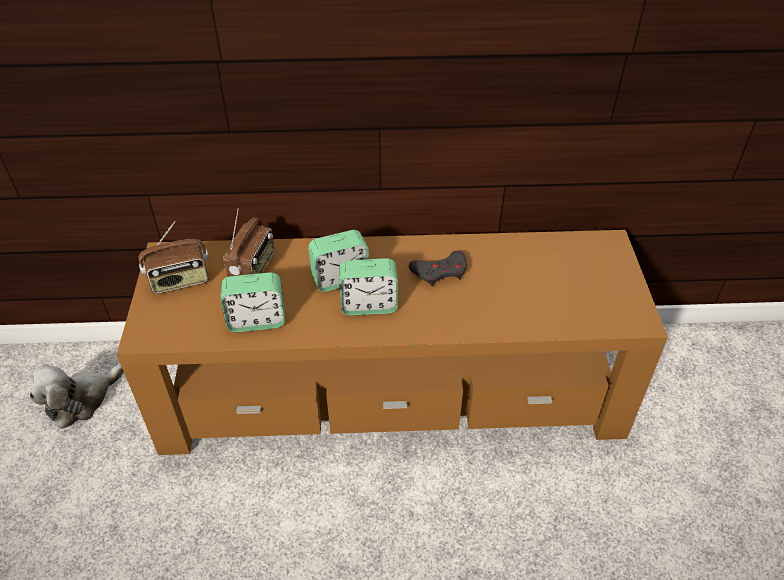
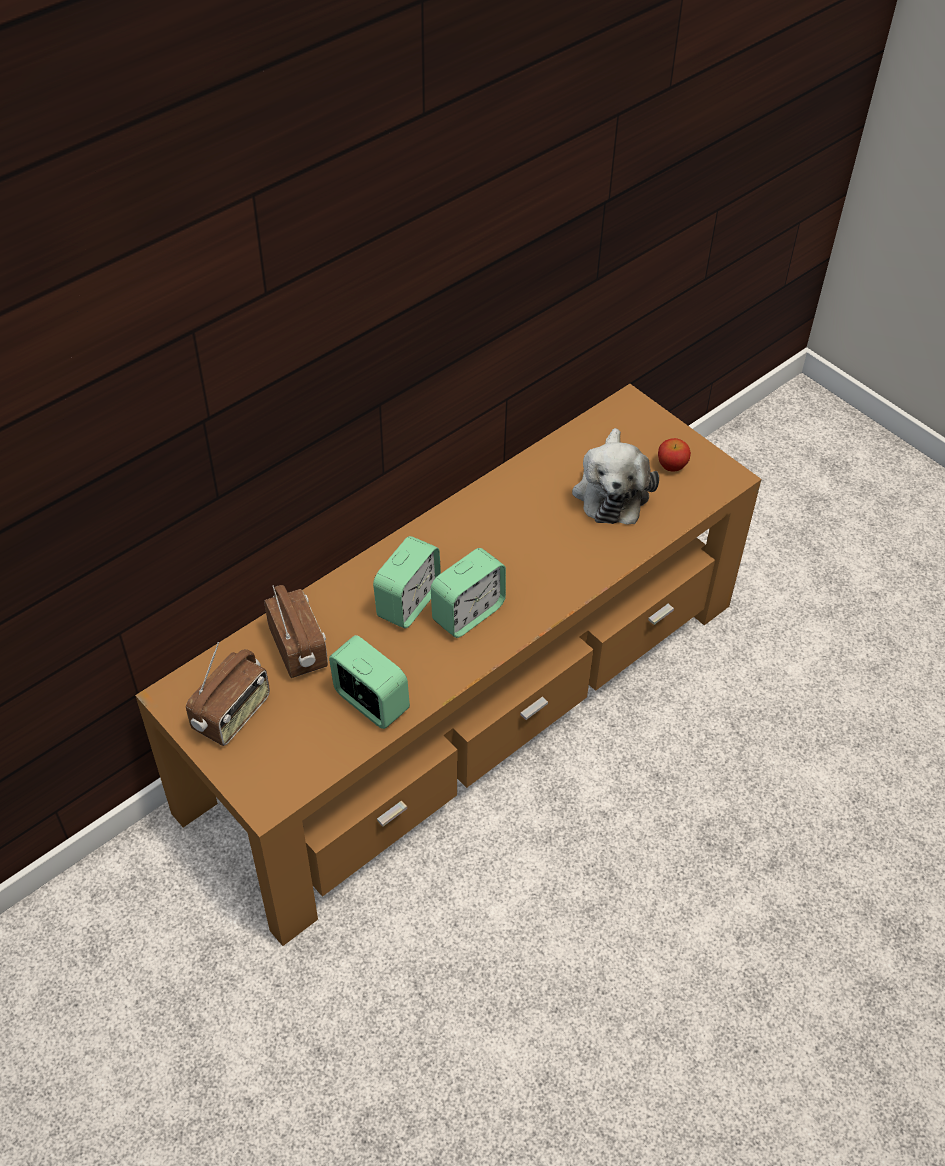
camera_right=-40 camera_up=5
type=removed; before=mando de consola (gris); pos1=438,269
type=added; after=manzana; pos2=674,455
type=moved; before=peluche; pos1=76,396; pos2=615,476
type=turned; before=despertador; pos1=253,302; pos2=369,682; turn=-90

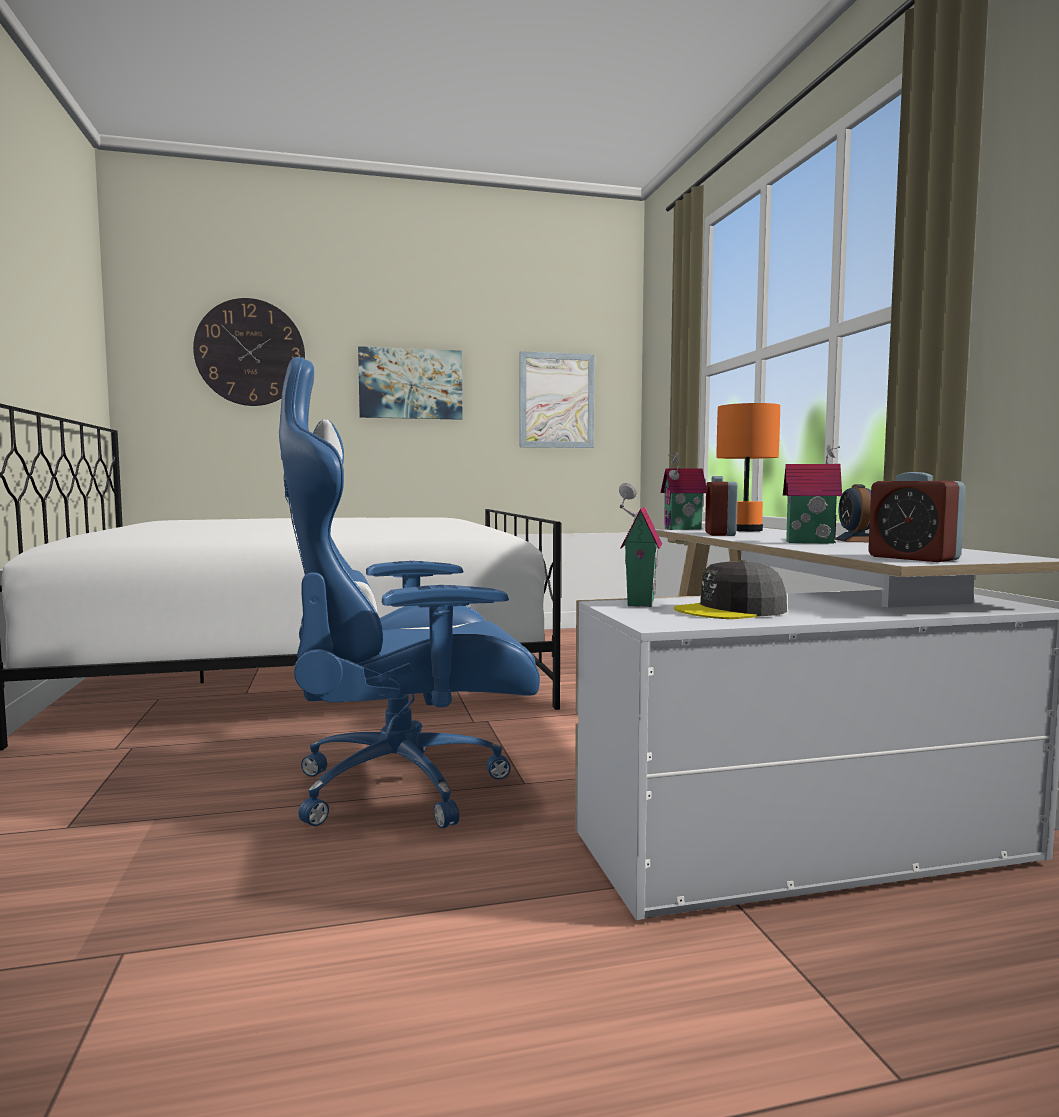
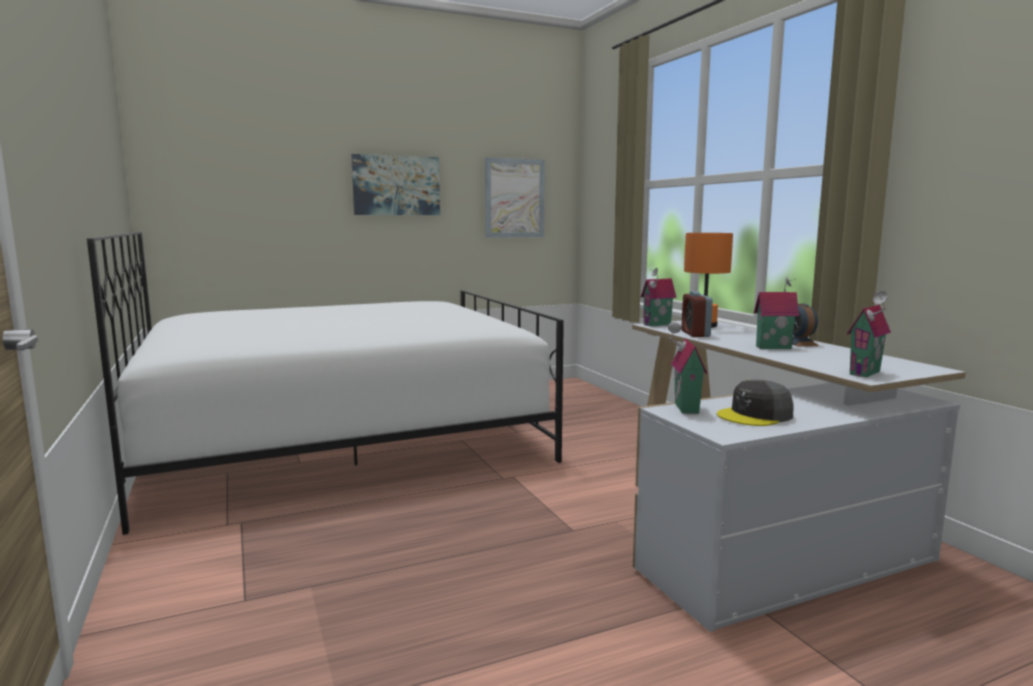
camera_right=-10 camera_up=5
type=removed; before=reloj de pared; pos1=249,352
type=removed; before=silla de oficina (azul); pos1=409,592
type=replaced; before=despertador; after=casita; pos1=916,517; pos2=869,334

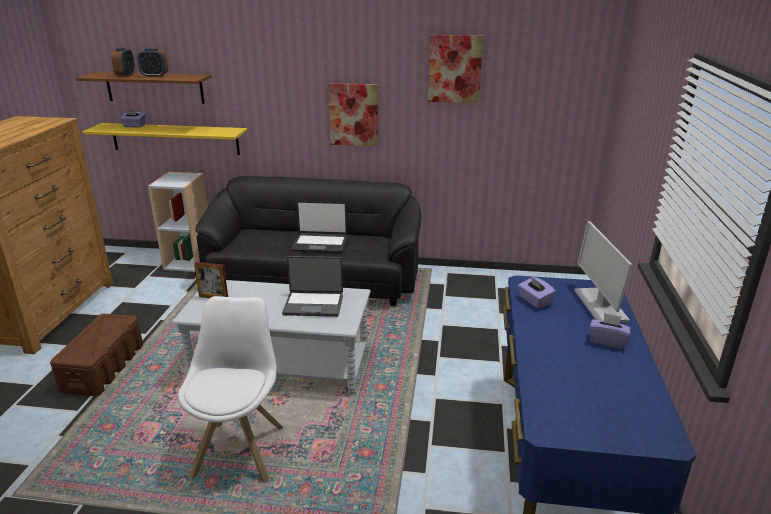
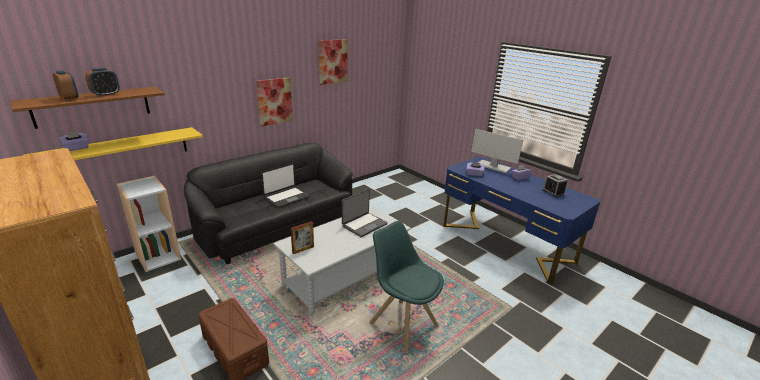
camera_right=-50 camera_up=0
type=added; after=despertador; pos2=555,185
type=recoloured; before=silla (blanco); after=silla (turquesa); pos1=231,389; pos2=406,287

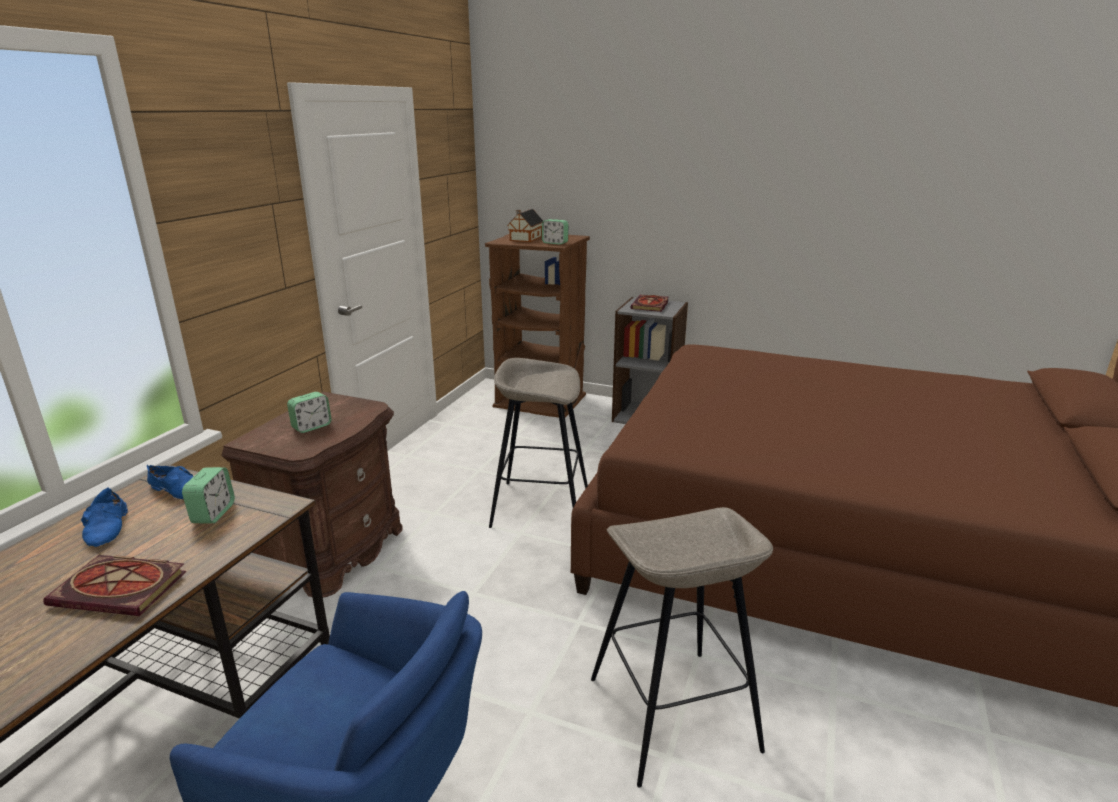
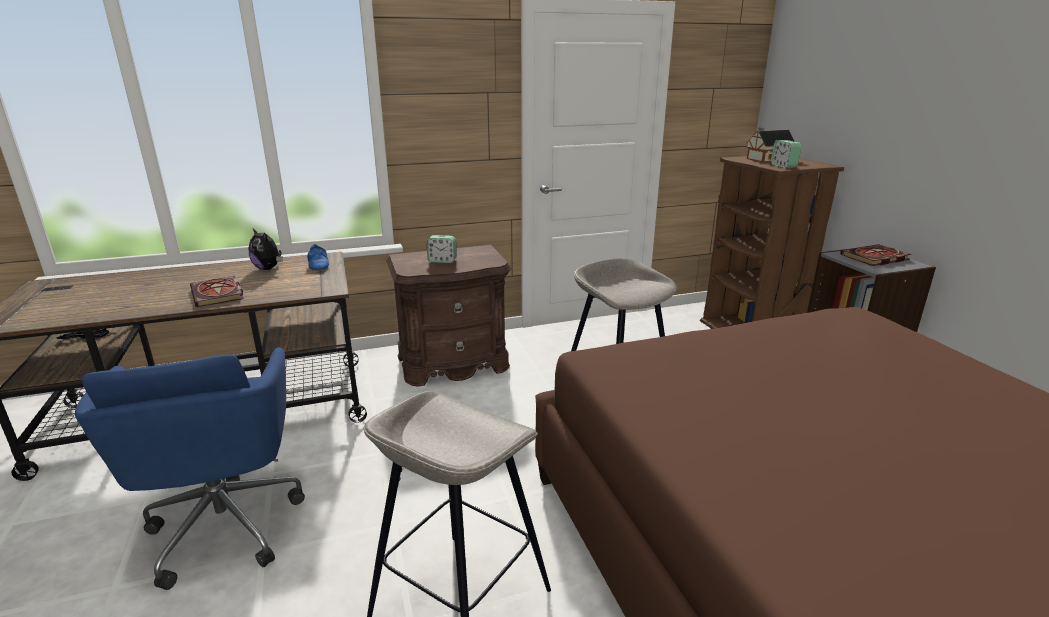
camera_right=50 camera_up=0
type=removed; before=despertador; pos1=208,495
type=replaced; before=zapato (azul); after=peluche; pos1=104,517; pos2=266,249

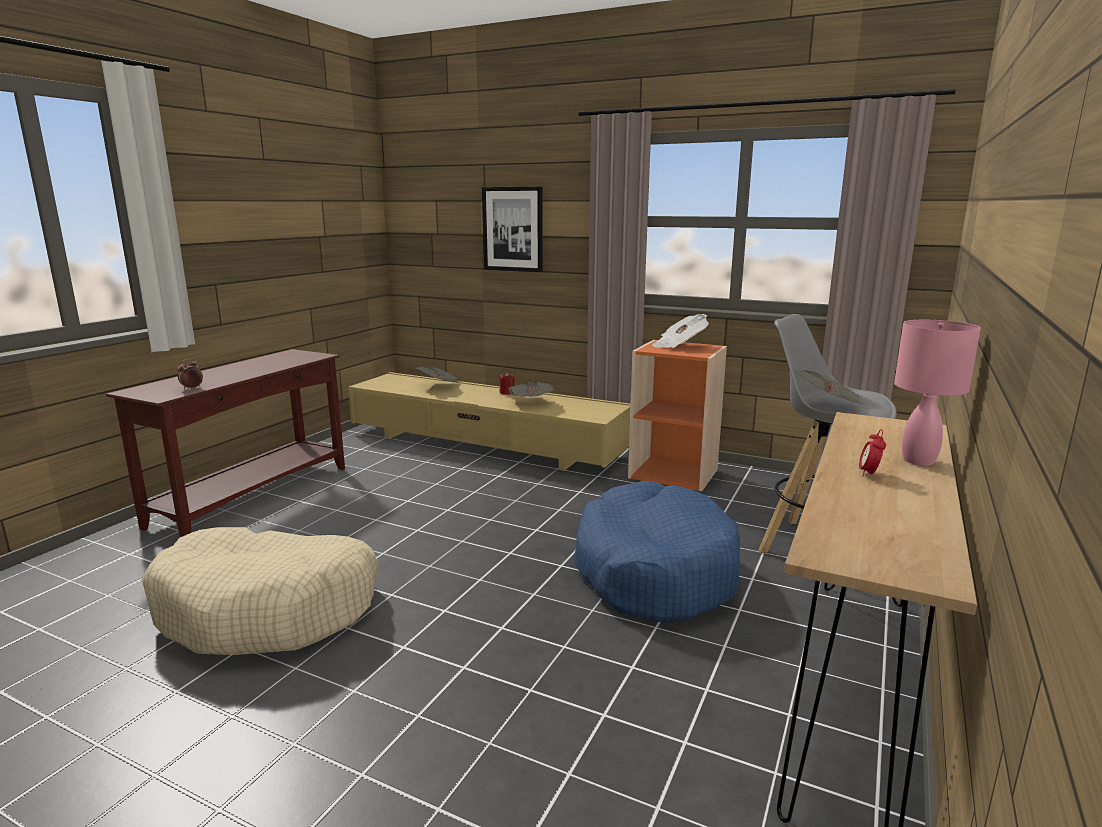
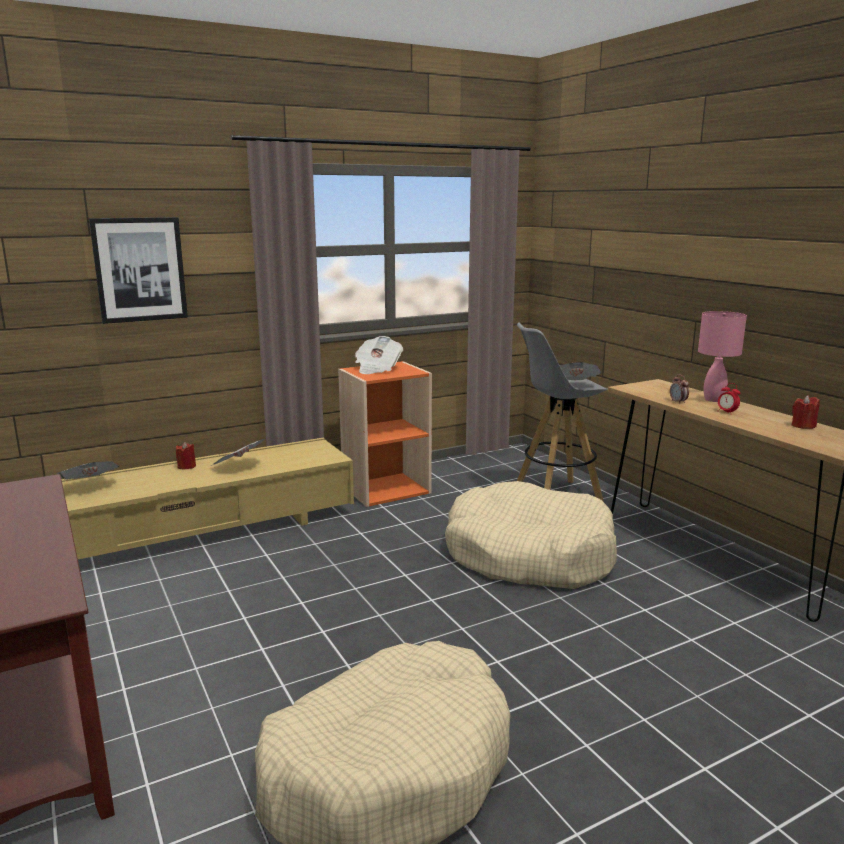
camera_right=-55 camera_up=0
type=added; after=vela (rojo); pos2=806,412
type=moved; before=despertador; pos1=190,374; pos2=679,388
type=recoloured; before=cama para perro (azul); after=cama para perro (beis); pos1=656,552; pos2=531,535

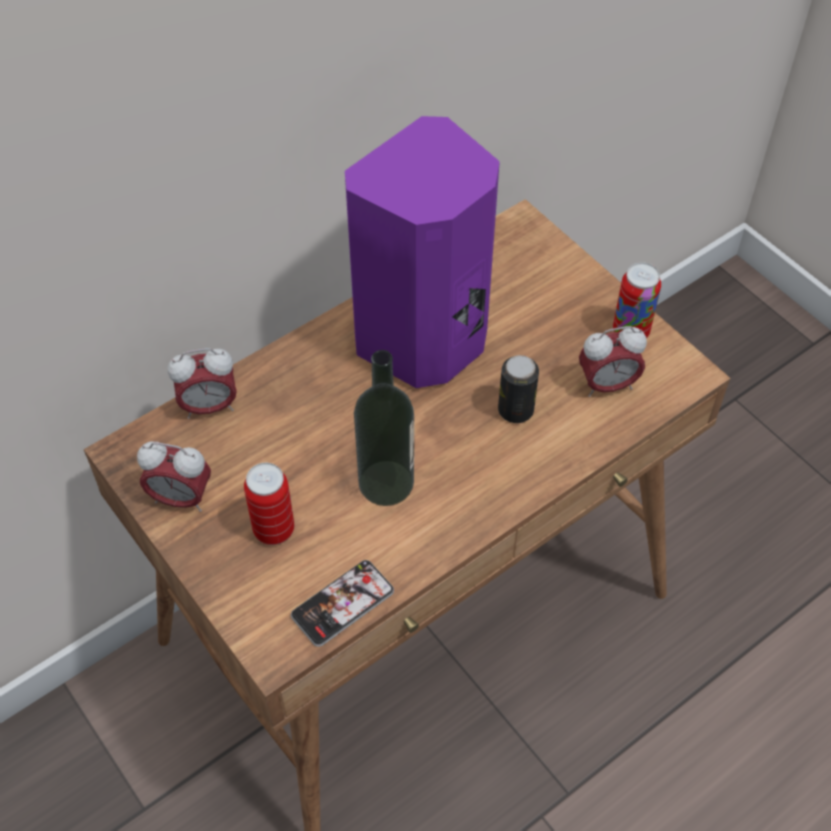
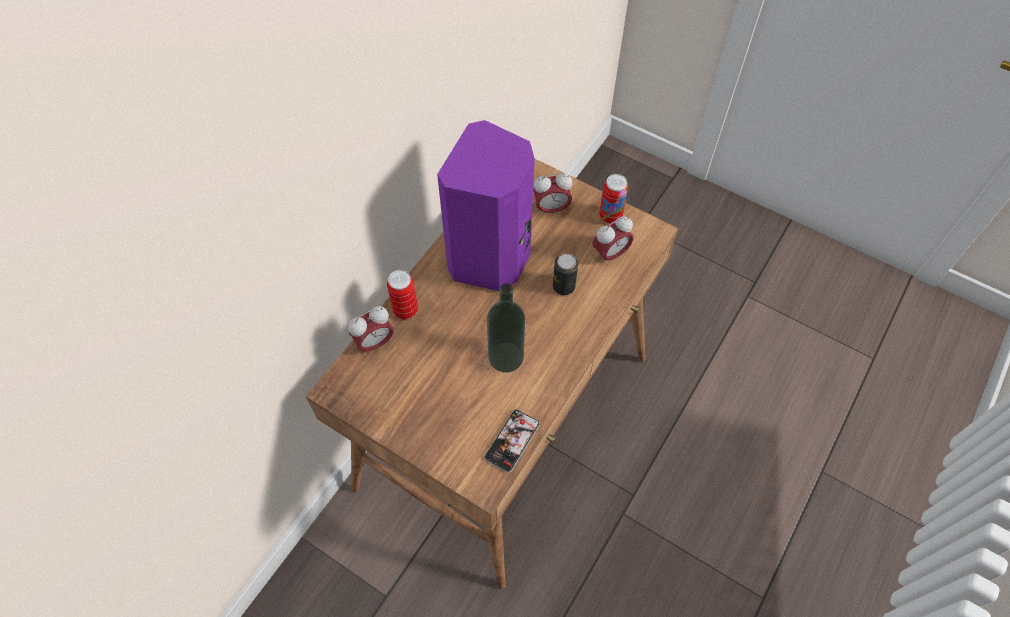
camera_right=-20 camera_up=5
type=moved; before=despertador; pos1=174,476; pos2=552,194
type=moved; before=lata; pos1=269,504; pos2=402,294

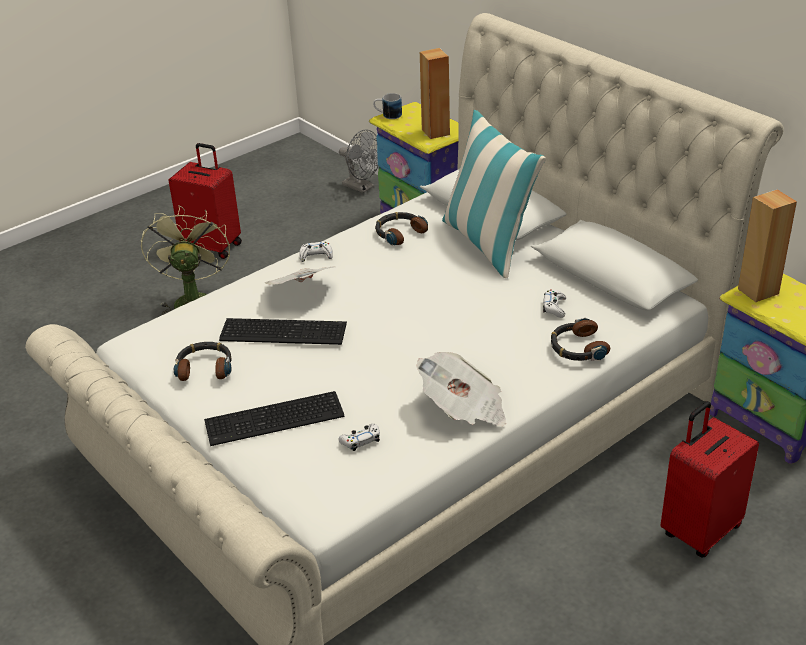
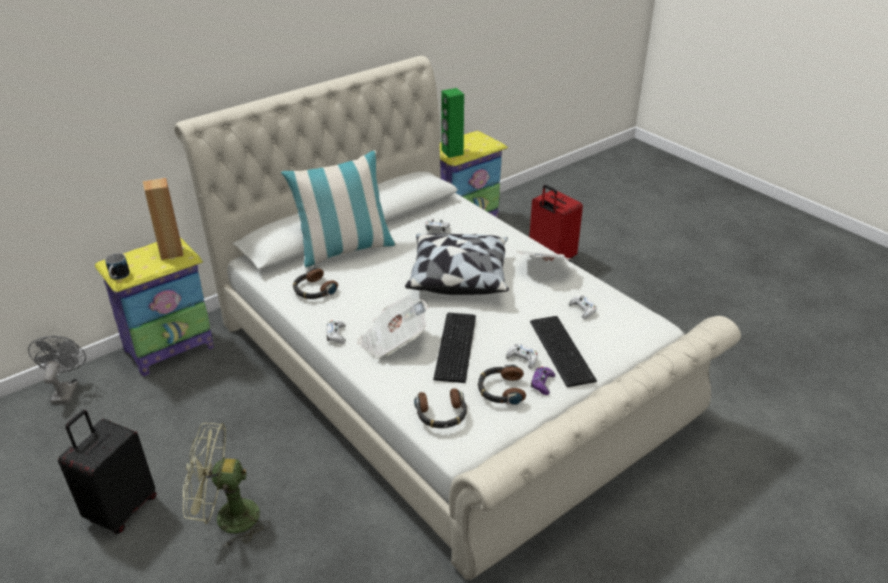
camera_right=-90 camera_up=0
type=added; after=cojín; pos2=457,264
type=added; after=mando de consola (blanco); pos2=522,356
type=added; after=mando de consola (morado); pos2=543,381
type=moved; before=auriculares; pos1=580,339; pos2=440,408
type=recoloured; before=maleta (rojo); after=maleta (negro); pos1=205,201; pos2=107,472
type=recoloured; before=altavoz (marrón); after=altavoz (verde); pos1=767,245; pos2=452,123
type=turned; before=ventilador (gris); pos1=359,161; pos2=57,370; turn=-45

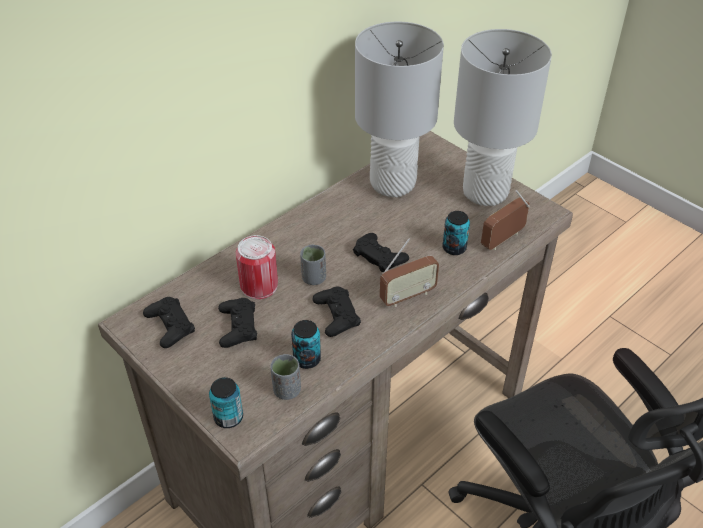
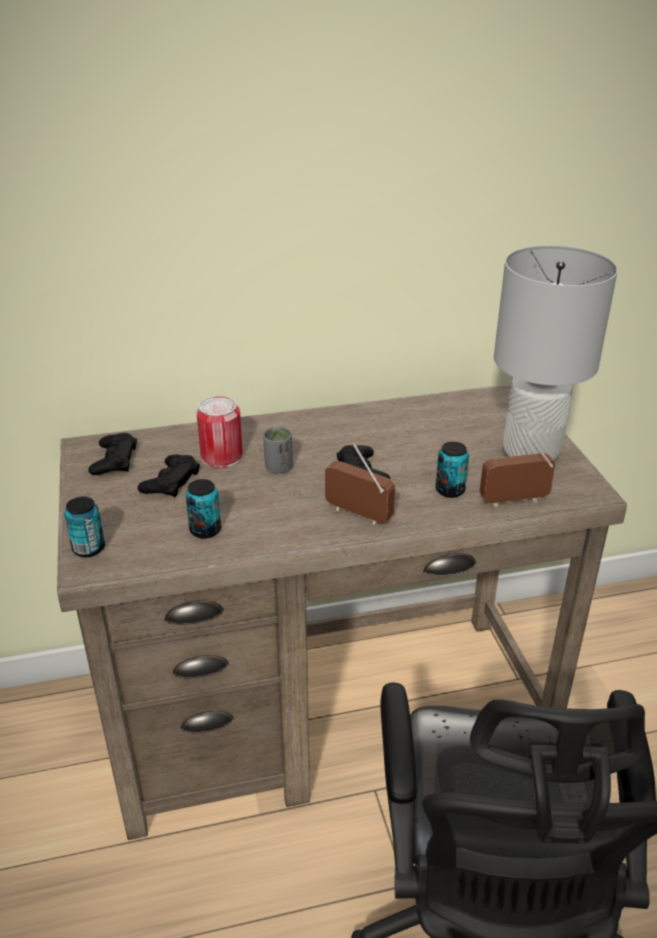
camera_right=30 camera_up=-10
type=removed; before=taza (gris); pos1=285,377
type=removed; before=mando de consola (negro); pos1=336,312
type=removed; before=lámpara de mesa (gris); pos1=399,110
type=turned; before=radio; pos1=409,272; pos2=360,484; turn=-150

